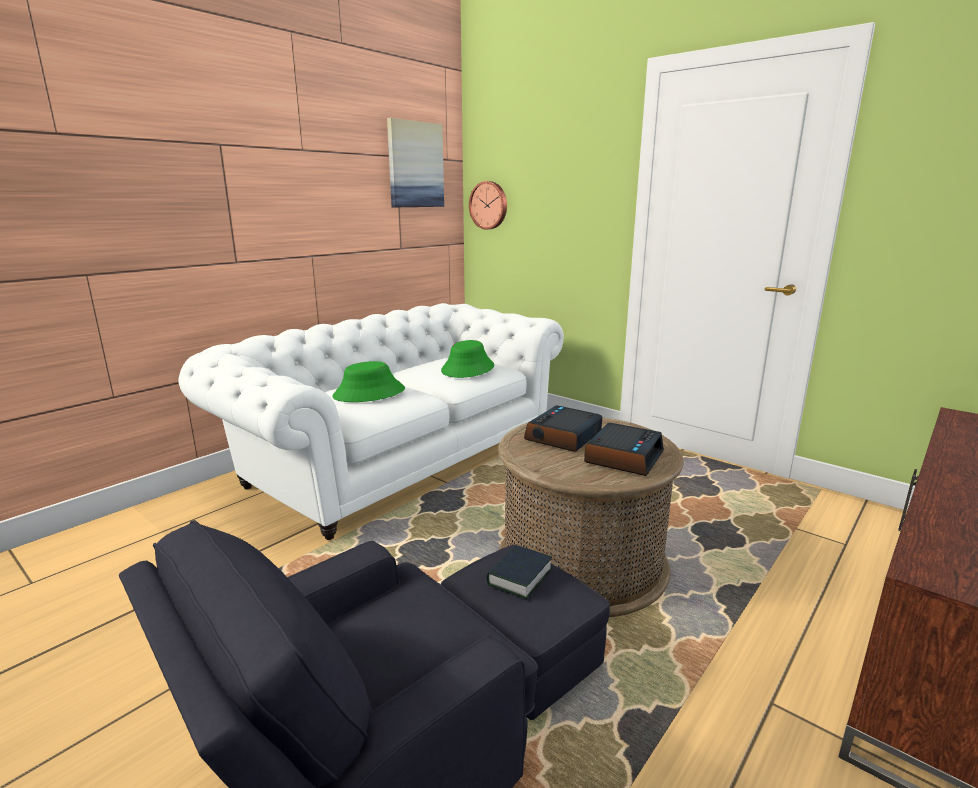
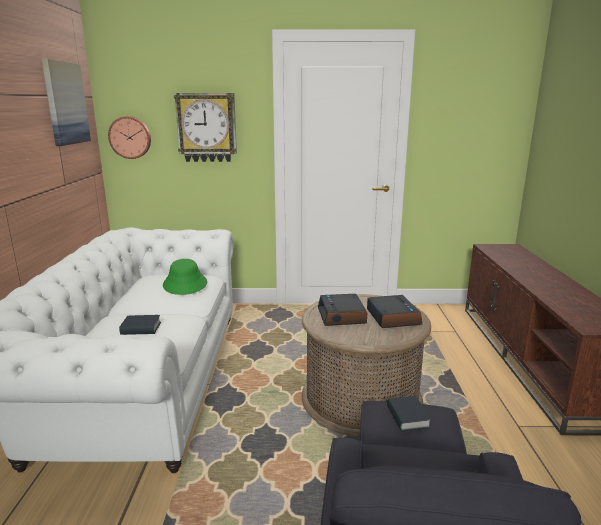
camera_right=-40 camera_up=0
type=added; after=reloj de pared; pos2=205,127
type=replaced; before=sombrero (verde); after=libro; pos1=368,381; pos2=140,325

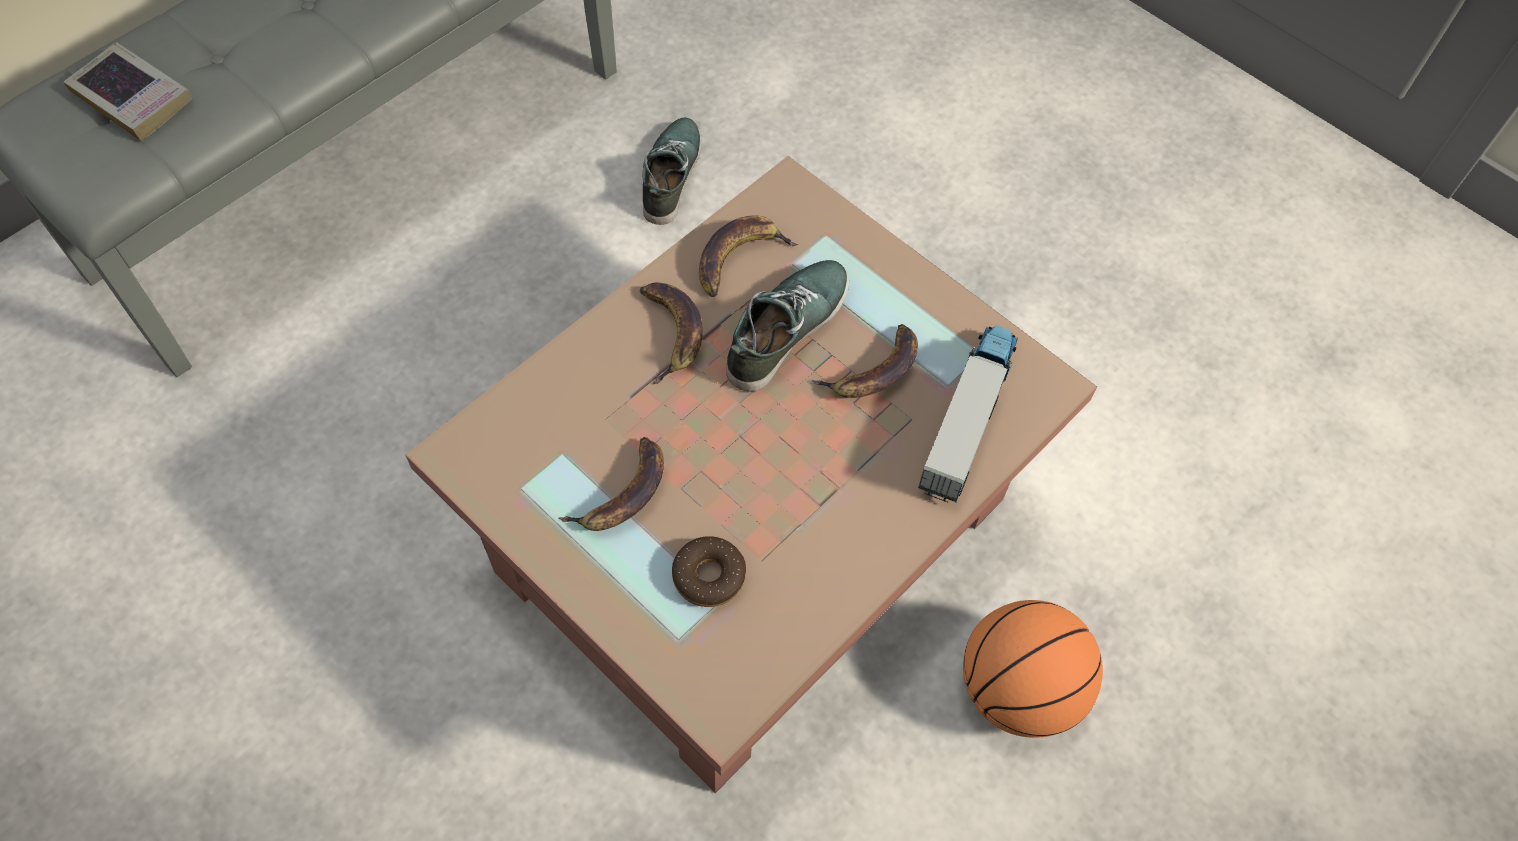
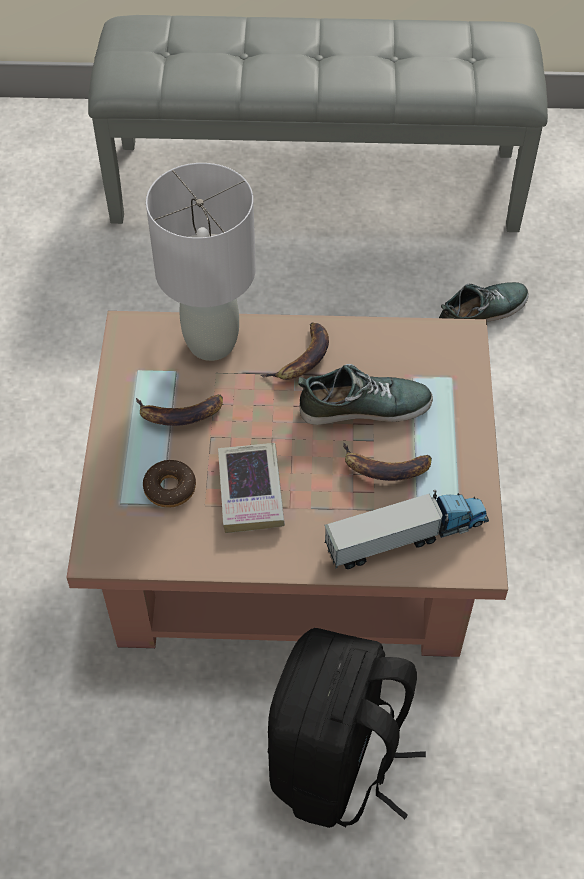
camera_right=50 camera_up=-5
type=removed; before=plátano; pos1=749,256
type=added; after=lámpara de mesa (gris); pos2=201,262
type=moved; before=libro; pos1=128,91; pos2=251,488
type=replaced; before=balón de baloncesto; after=mochila (negro); pos1=1033,669; pos2=347,728

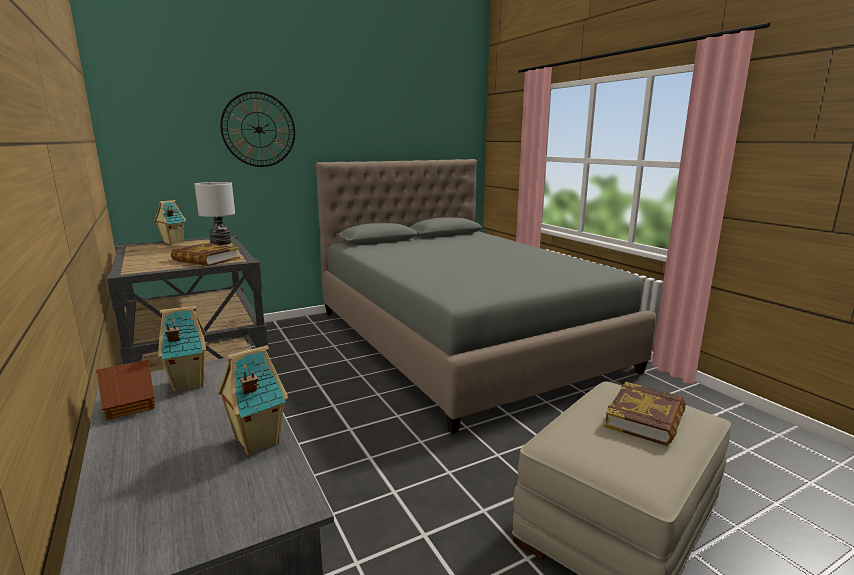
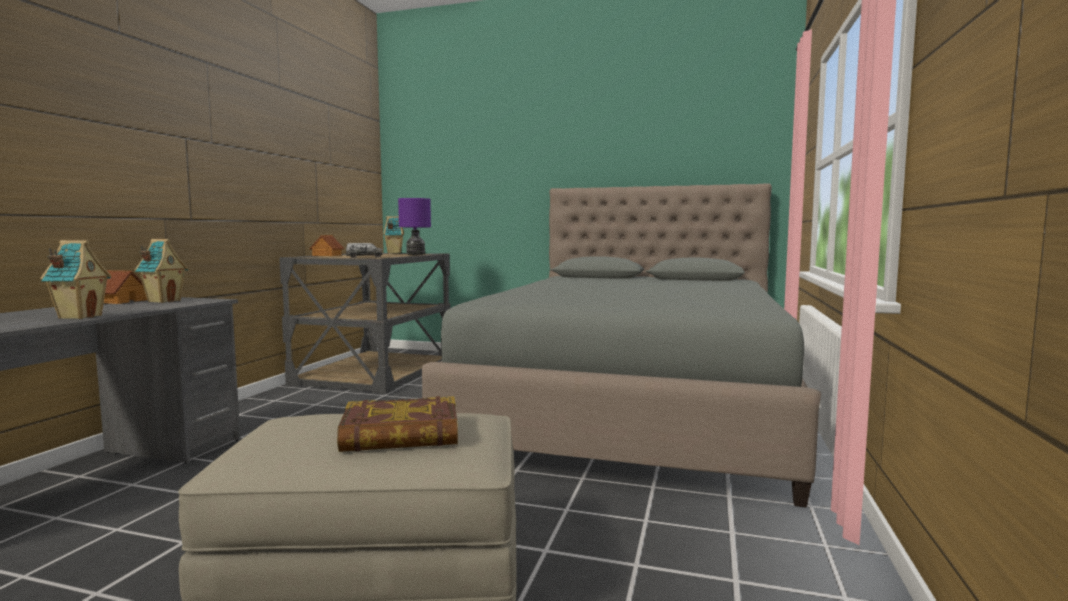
camera_right=45 camera_up=-10
type=removed; before=reloj de pared; pos1=257,129
type=added; after=casita; pos2=327,245
type=replaced; before=libro; after=camión de juguete; pos1=205,254; pos2=364,250
type=recoloured; before=lámpara de mesa (gris); after=lámpara de mesa (morado); pos1=215,213; pos2=414,226

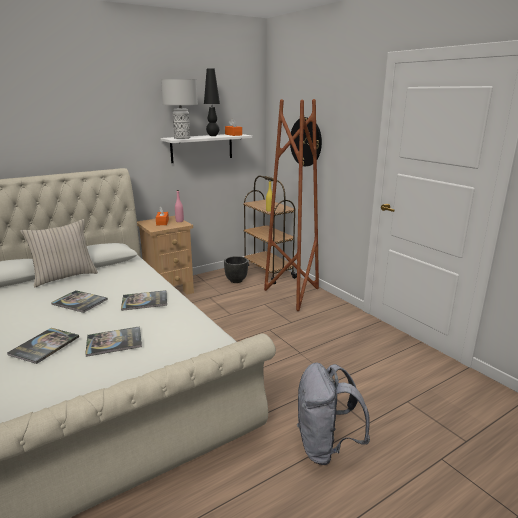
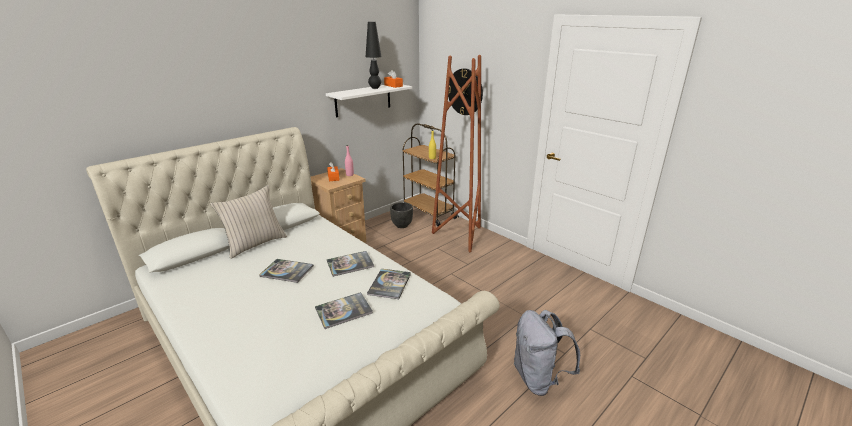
camera_right=-10 camera_up=5
type=removed; before=lámpara de mesa (blanco); pos1=179,109
type=moved; before=libro; pos1=43,346; pos2=389,284

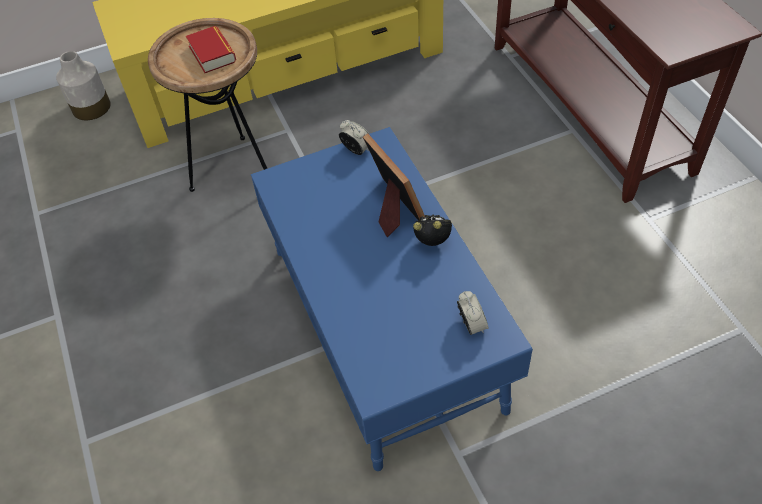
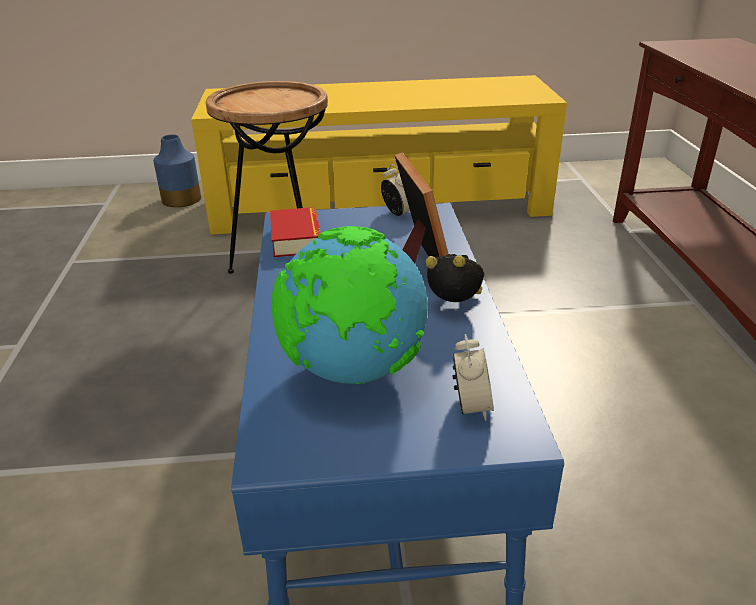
camera_right=15 camera_up=-20
type=added; after=globo terráqueo; pos2=349,305
type=moved; before=libro; pos1=211,49; pos2=295,232
type=recoloured; before=florero (beis); after=florero (azul); pos1=83,85; pos2=177,170

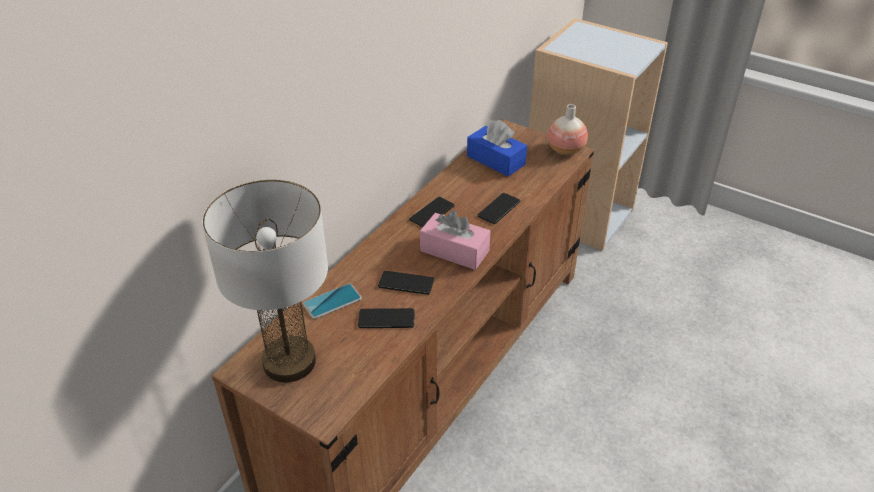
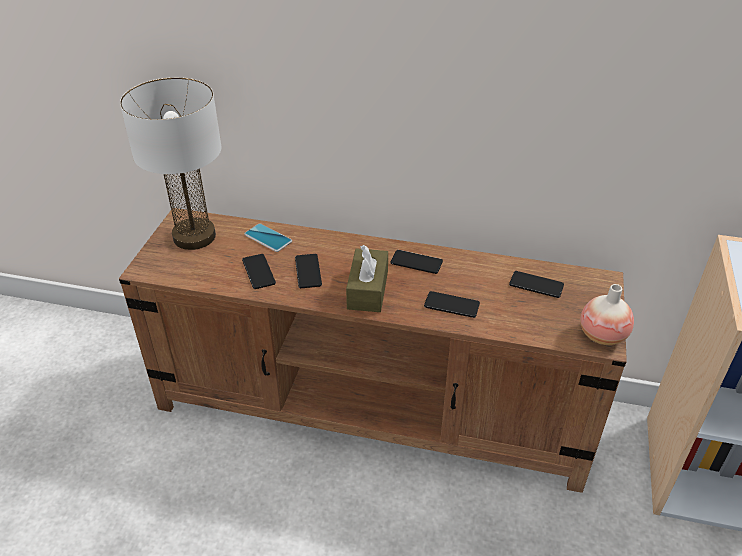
camera_right=70 camera_up=0
type=replaced; before=caja de pañuelos (azul); after=móvil; pos1=497,148; pos2=536,284
type=recoloured; before=caja de pañuelos (rosa); after=caja de pañuelos (marrón); pos1=455,240; pos2=367,278

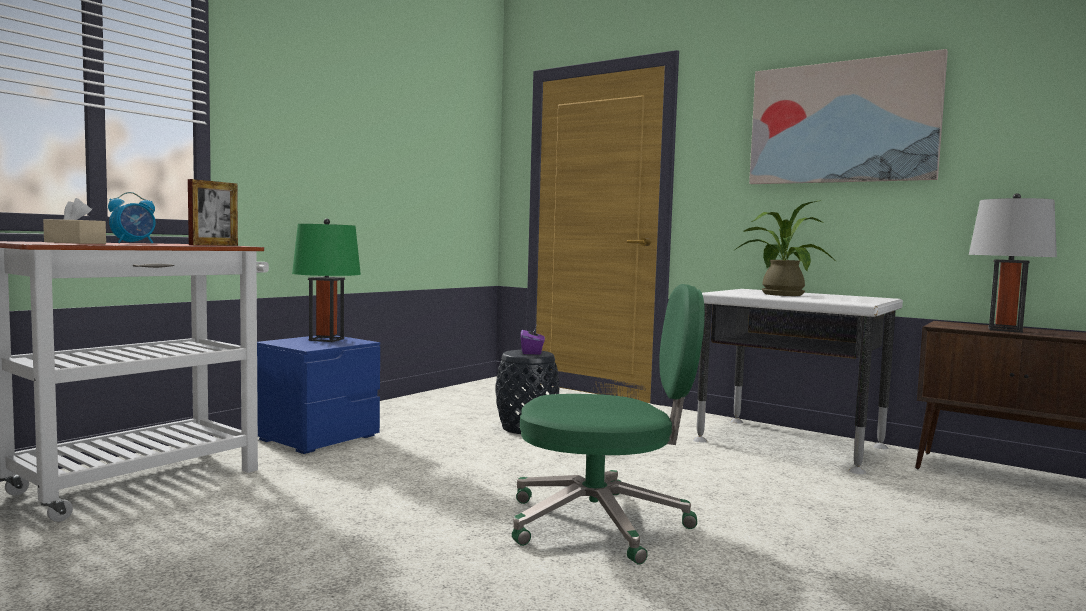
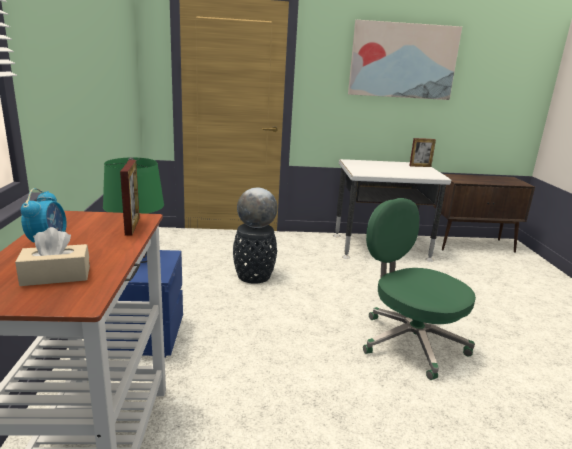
camera_right=-40 camera_up=15
type=removed; before=planta en maceta; pos1=786,248
type=removed; before=lámpara de mesa (gris); pos1=1013,263
type=added; after=portarretratos; pos2=422,152
type=replaced; before=caja de pañuelos (morado); after=globo terráqueo; pos1=533,339; pos2=257,208
type=turned; before=silla de oficina (verde); pos1=608,424; pos2=419,289; turn=-90

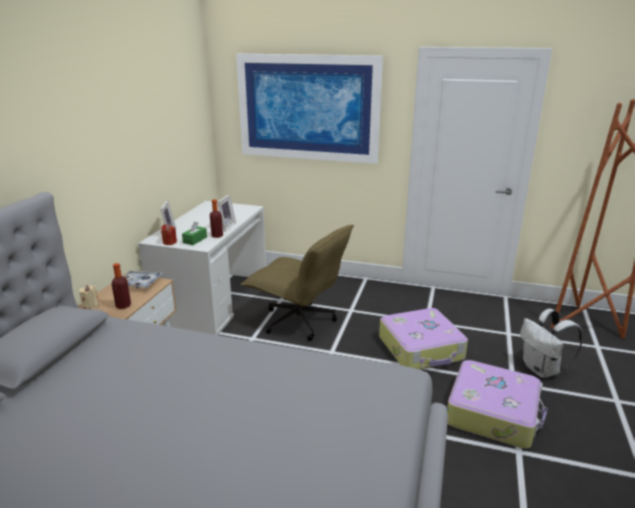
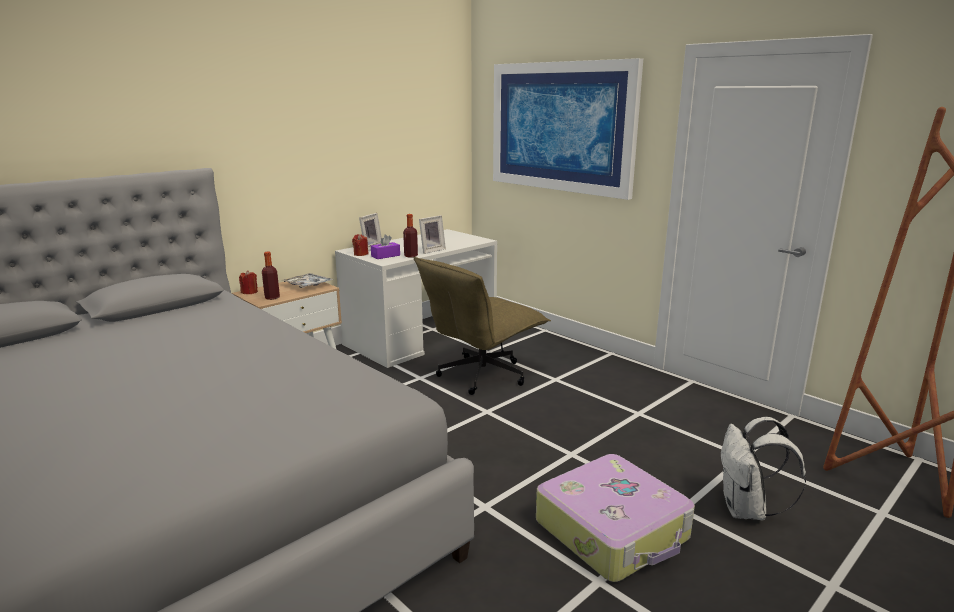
camera_right=30 camera_up=-5
type=removed; before=maleta; pos1=423,338
type=recoloured; before=vela (beis); after=vela (rojo); pos1=89,297; pos2=248,282
type=recoloured; before=caja de pañuelos (verde); after=caja de pañuelos (morado); pos1=194,233; pos2=385,247
type=turned; before=silla de oficina (beis); pos1=297,283; pos2=482,326; turn=75

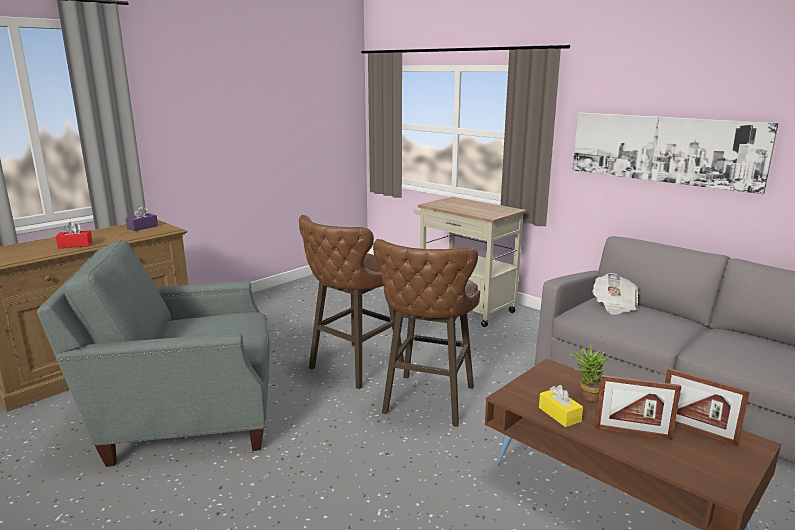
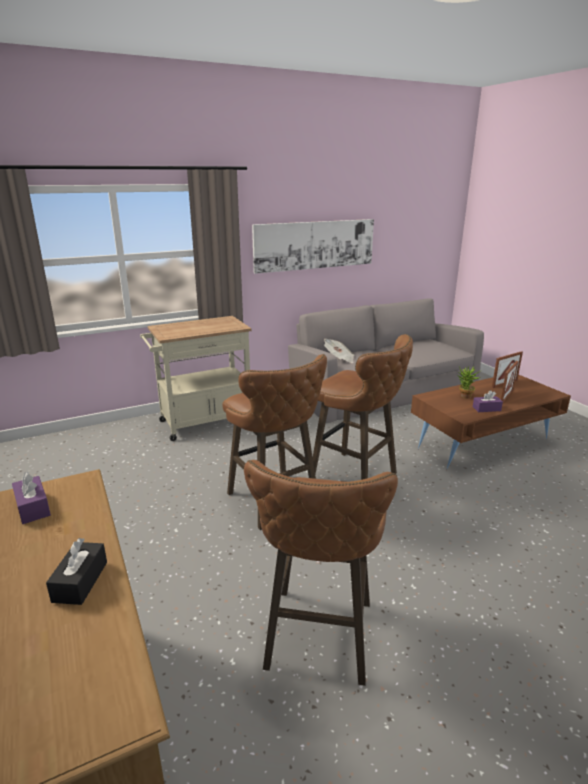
camera_right=-70 camera_up=5
type=replaced; before=sillón (gris); after=taburete (marrón); pos1=153,353; pos2=321,573
type=recoloured; before=caja de pañuelos (rojo); after=caja de pañuelos (negro); pos1=74,235; pos2=76,571
type=recoloured; before=caja de pañuelos (amarillo); after=caja de pañuelos (morado); pos1=561,406; pos2=488,401

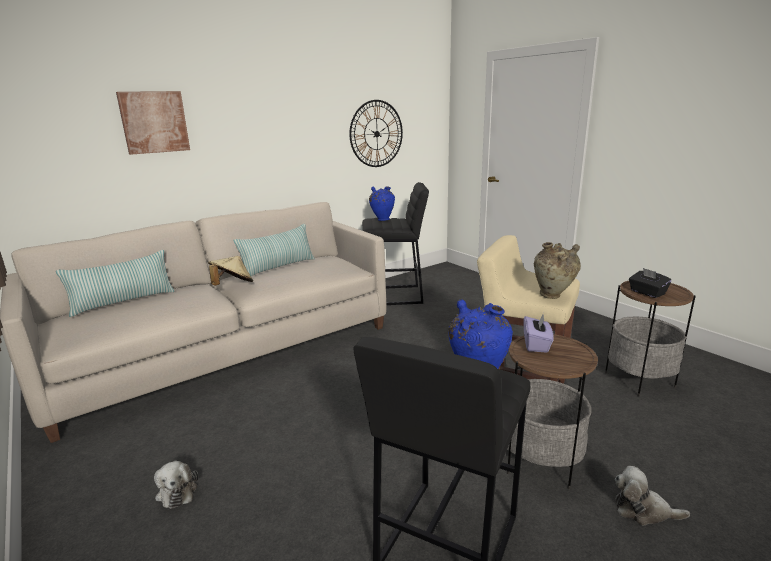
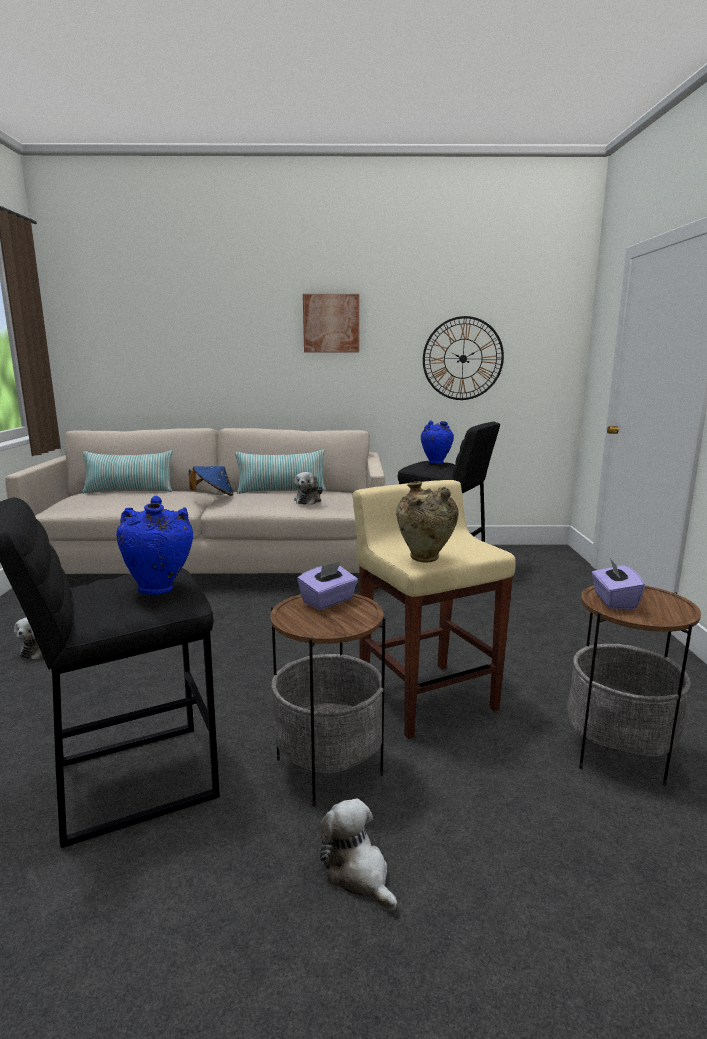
camera_right=35 camera_up=-5
type=added; after=peluche; pos2=308,488
type=moved; before=cuadro; pos1=153,123; pos2=331,323
type=recoloured; before=sombrero (beis); after=sombrero (azul); pos1=231,271; pos2=211,481
type=recoloured; before=caja de pañuelos (negro); after=caja de pañuelos (morado); pos1=650,283; pos2=618,583

